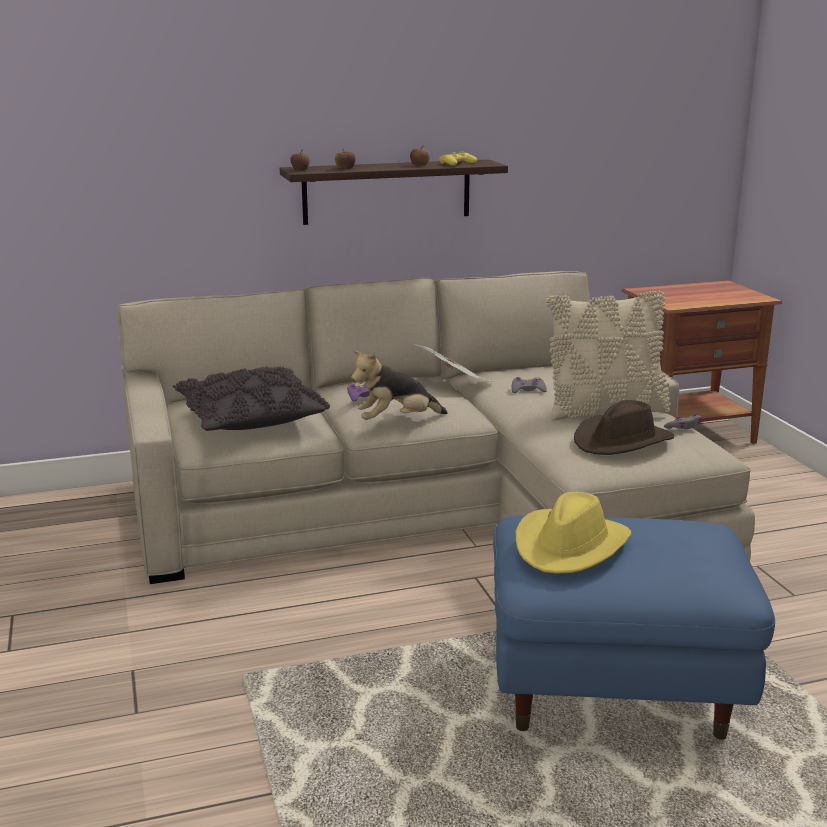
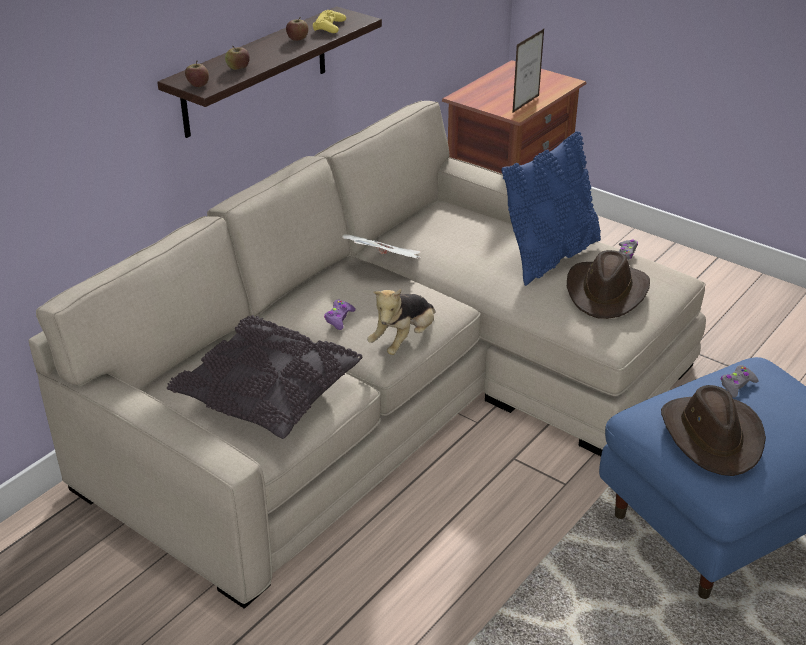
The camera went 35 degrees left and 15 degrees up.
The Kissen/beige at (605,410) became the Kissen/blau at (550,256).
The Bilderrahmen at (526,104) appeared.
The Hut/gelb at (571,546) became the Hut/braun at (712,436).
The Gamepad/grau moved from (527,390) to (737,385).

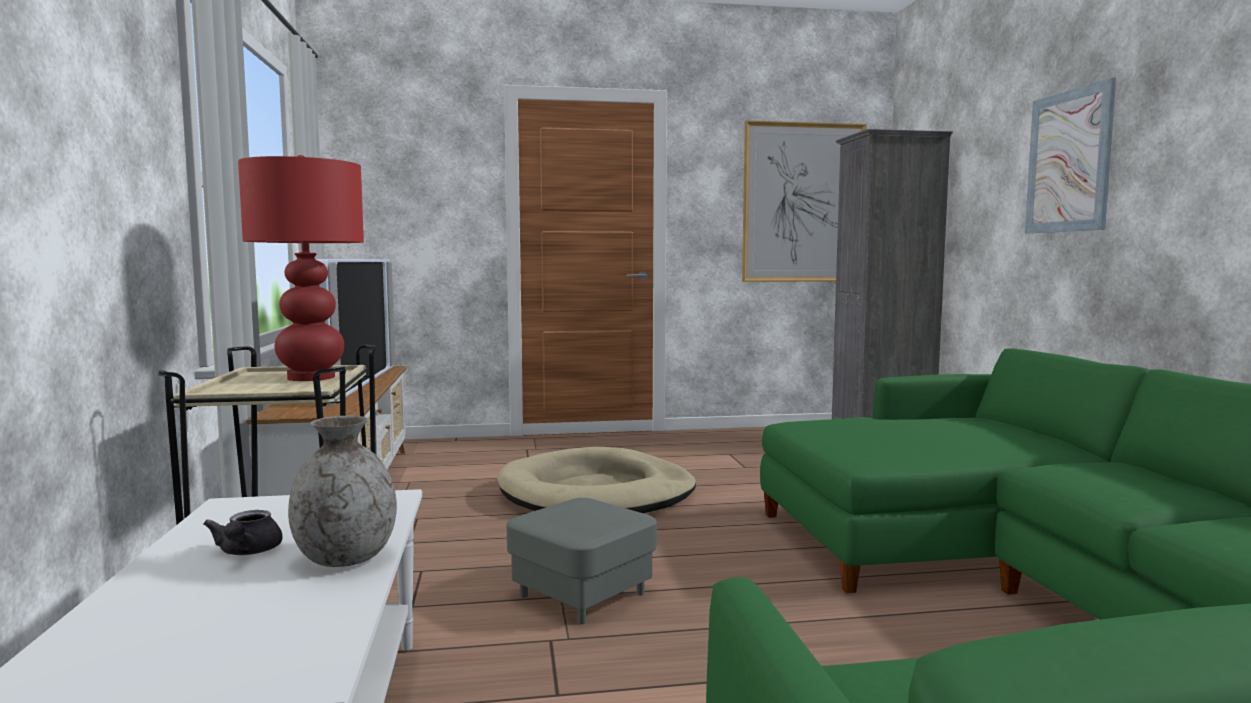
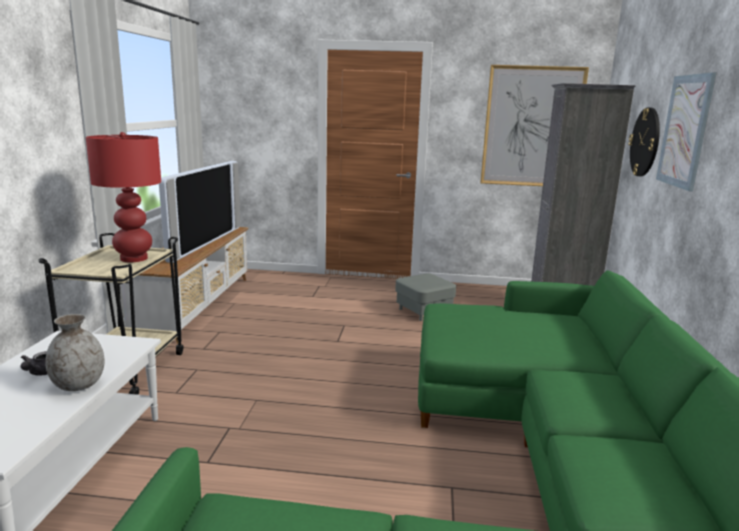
The camera went 15 degrees right and 10 degrees up.
The Polsterhocker/grau moved from (582,595) to (423,311).
The Wanduhr at (645,142) appeared.
The Hundebett/beige at (597,493) disappeared.

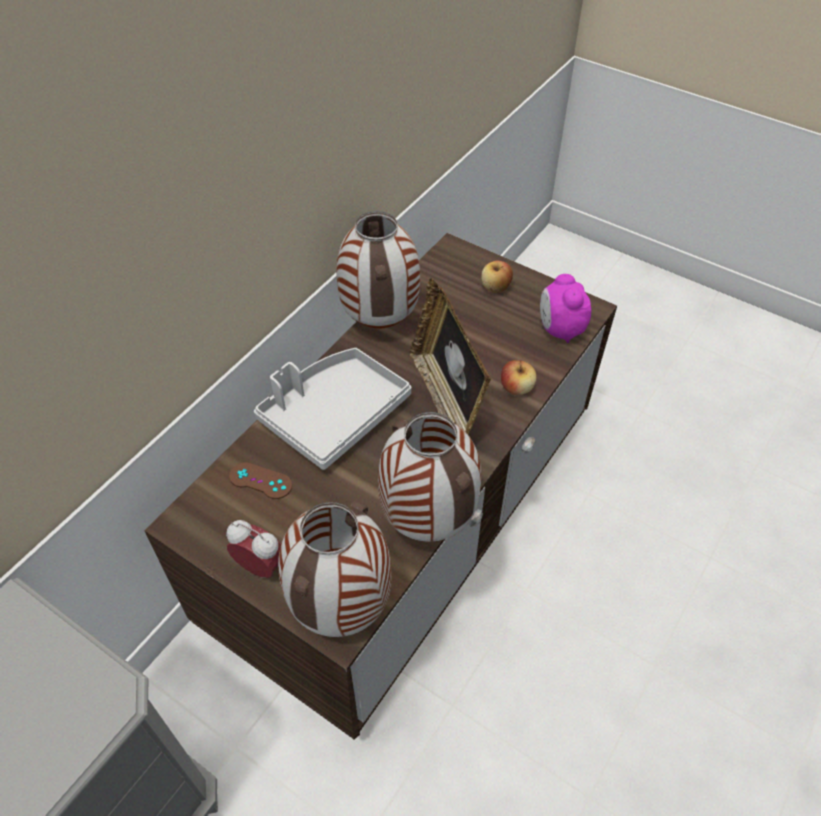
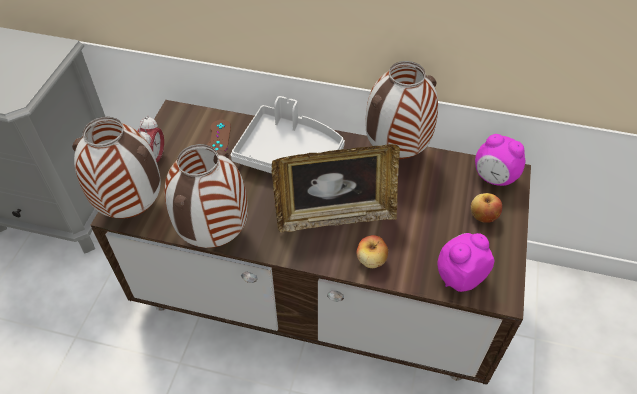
The camera went 70 degrees right and 0 degrees up.
The Bilderrahmen at (446,400) turned 150 degrees counterclockwise.
The Wecker at (494,178) appeared.

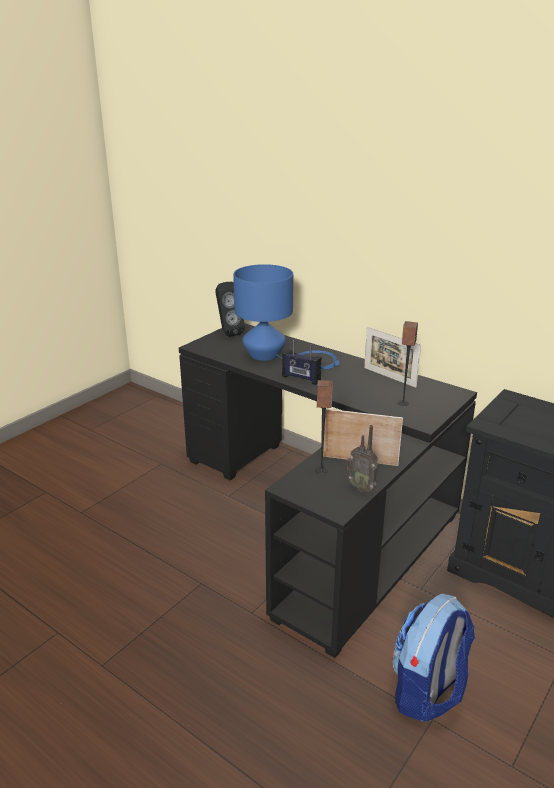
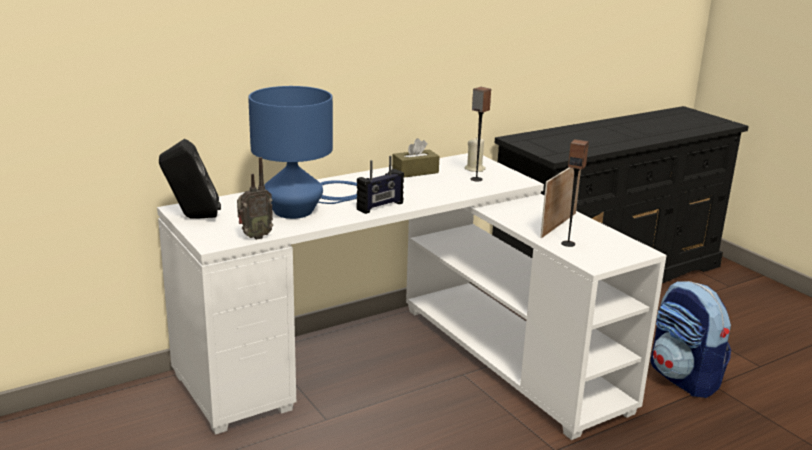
The camera went 70 degrees left and 5 degrees down.
The Schreibtisch/schwarz at (321,512) became the Schreibtisch/weiß at (408,362).
The Radio moved from (362,487) to (254,237).
The Bilderrahmen at (389,377) was replaced by the Taschentuchbox/braun at (415,172).
The Kerze/beige at (475,169) appeared.

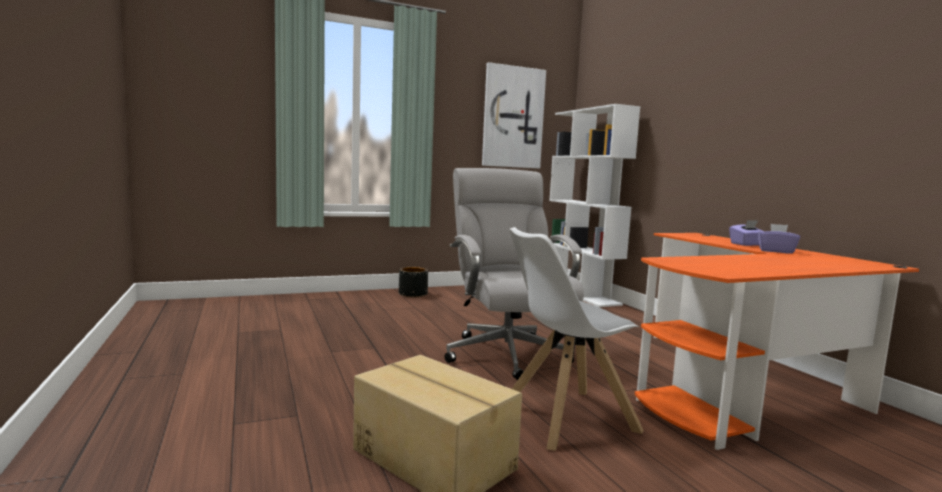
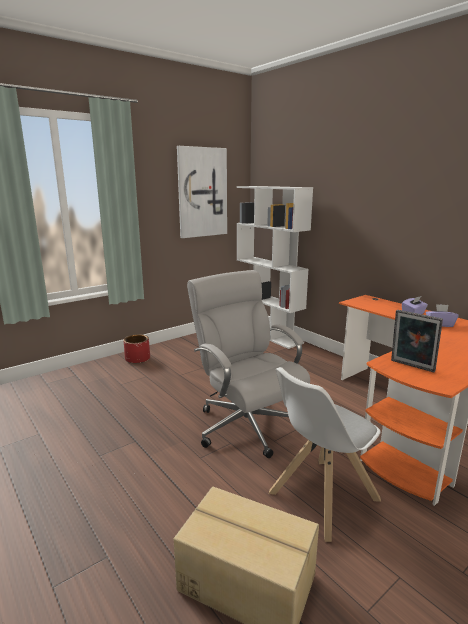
The camera went 15 degrees left and 10 degrees up.
The Pflanzkübel/schwarz at (413,294) became the Pflanzkübel/rot at (138,358).
The Bilderrahmen at (411,366) appeared.

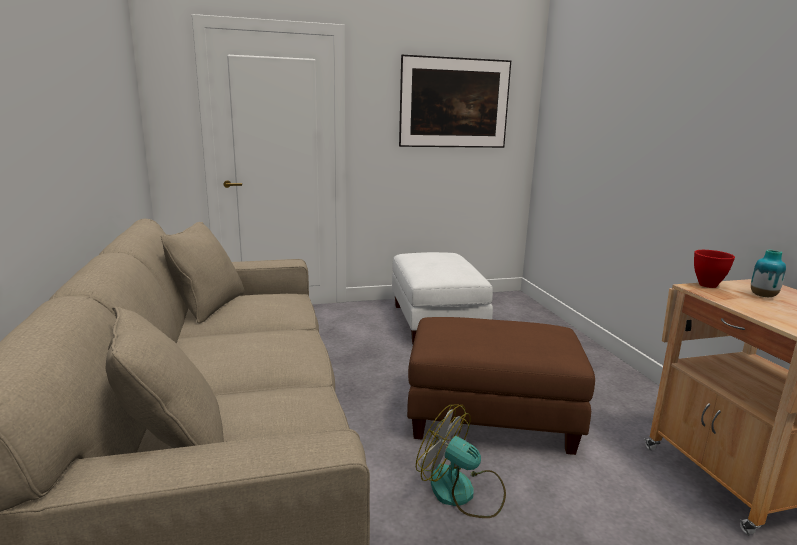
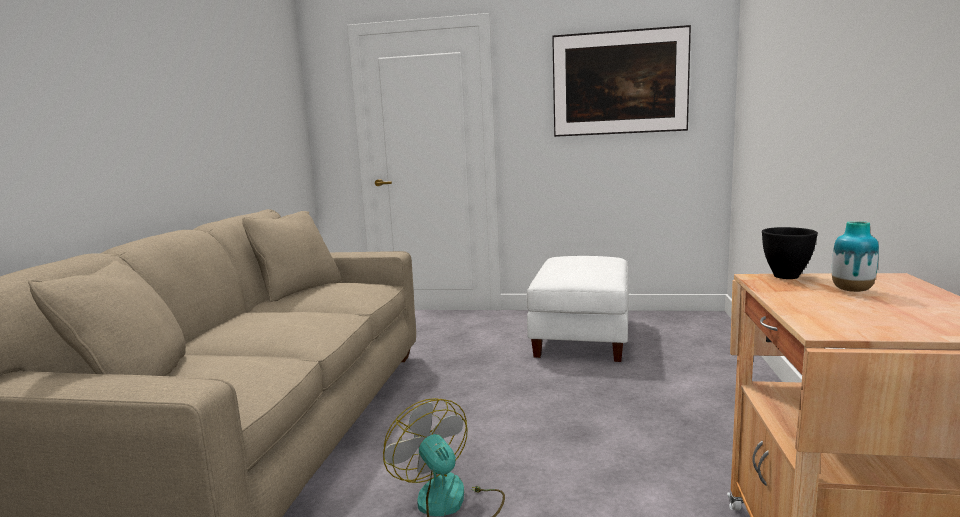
The camera went 25 degrees right and 5 degrees down.
The Schüssel/rot at (708,285) became the Schüssel/schwarz at (787,276).
The Polsterhocker/braun at (492,416) disappeared.

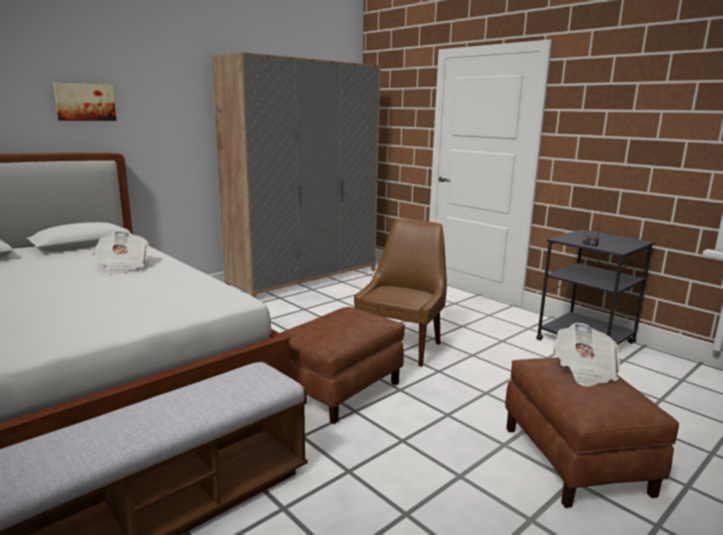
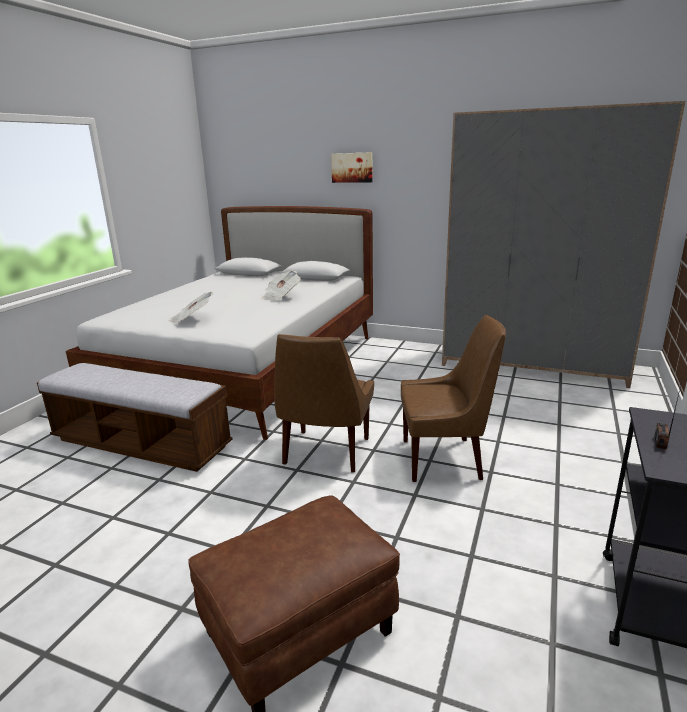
The camera went 65 degrees right and 5 degrees up.
The Zeitung moved from (584,371) to (192,320).
The Polsterhocker/braun at (340,390) was replaced by the Stuhl/braun at (325,453).

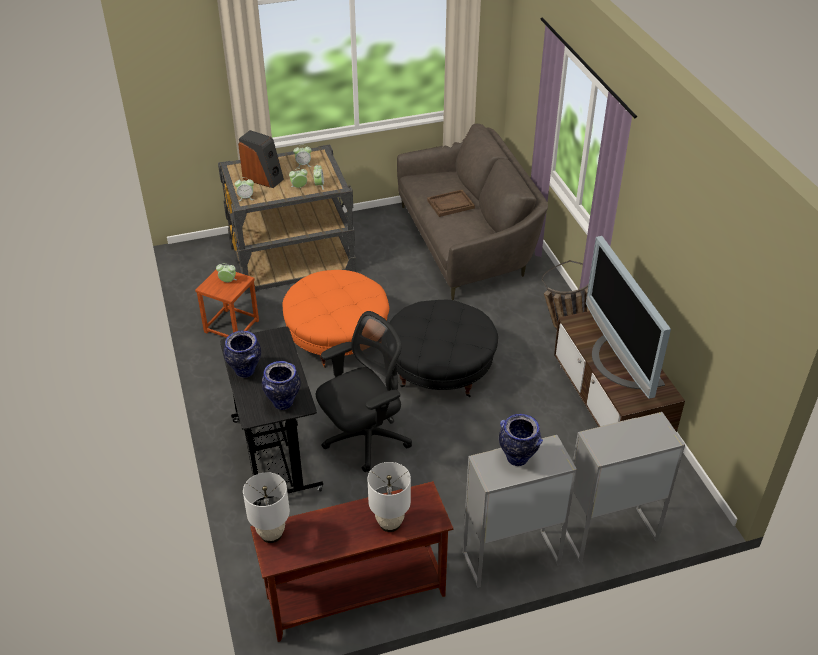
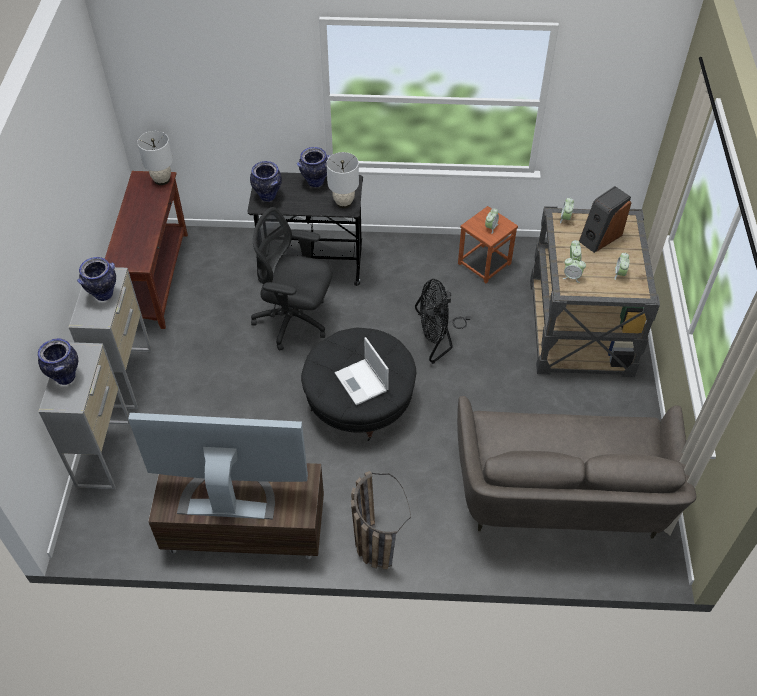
The camera went 110 degrees right and 10 degrees up.
The Vase at (65,377) appeared.
The Bürostuhl/schwarz at (363,441) turned 120 degrees clockwise.
The Tischlampe/weiß moved from (389,523) to (343,202).
The Laptop at (362,382) appeared.
The Polsterhocker/orange at (337,337) was replaced by the Ventilator/schwarz at (438,334).
The Tablett/braun at (450,204) disappeared.

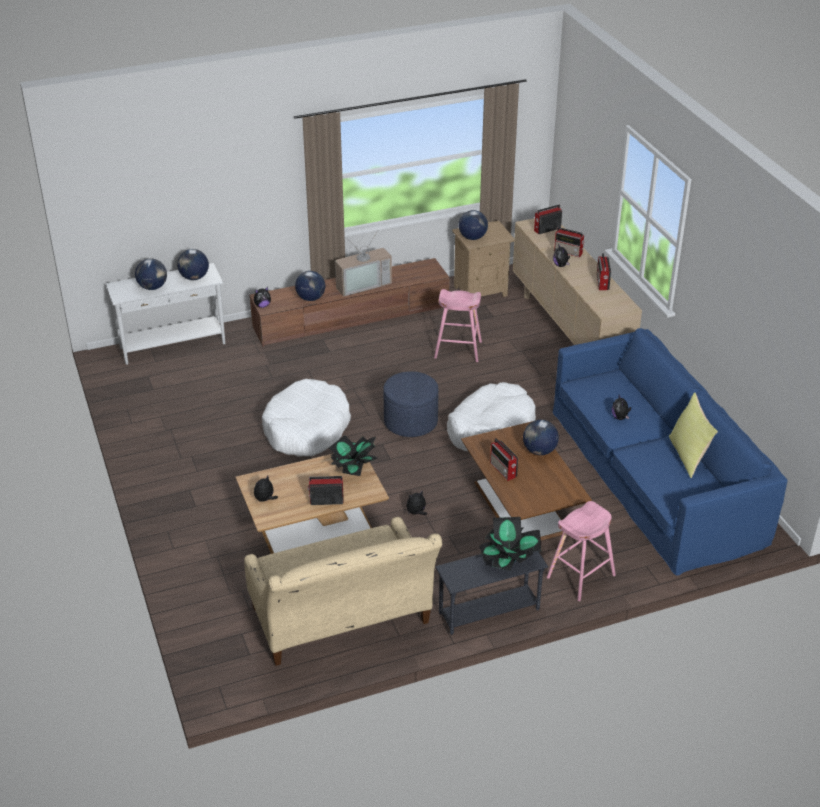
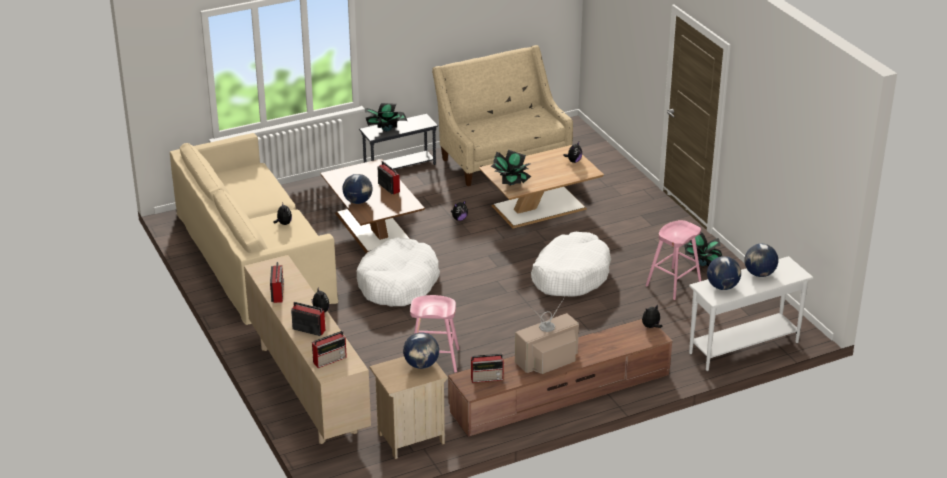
The camera went 175 degrees right and 5 degrees down.
The Sofa/blau at (655,475) became the Sofa/beige at (254,254).
The Radio moved from (325,500) to (487,378).
The Hocker/rosa moved from (581,576) to (673,284).
The Topfpflanze at (702,263) appeared.
The Globus at (311,298) disappeared.
The Polsterhocker/blau at (410,421) disappeared.
The Kissen/gelb at (688,456) disappeared.

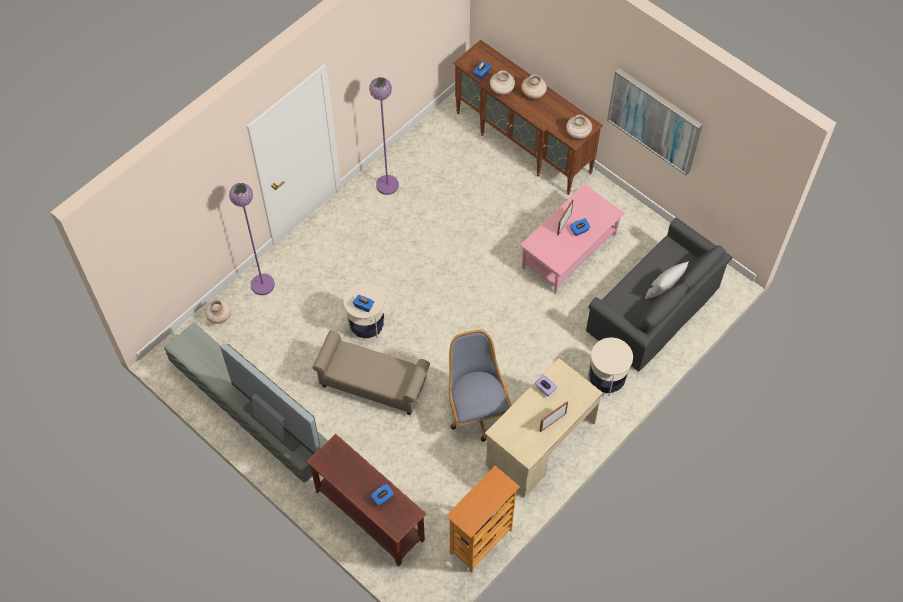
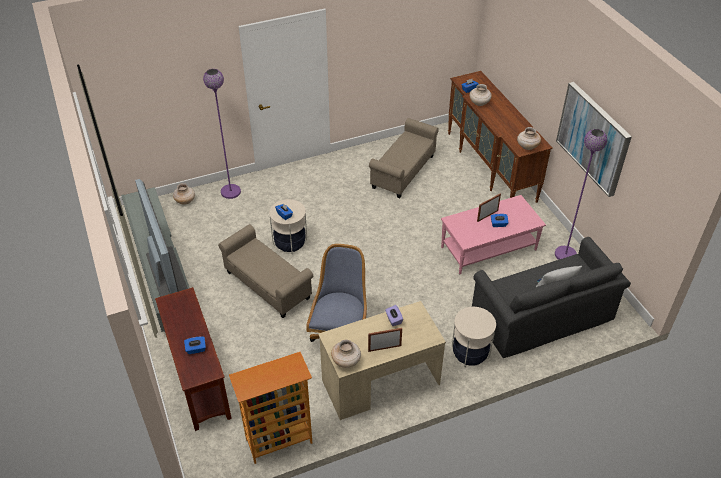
The camera went 25 degrees right and 15 degrees down.
The Vase/beige moved from (533,93) to (346,361).
The Polsterhocker/beige at (403,172) appeared.
The Stehlampe/lila moved from (387,185) to (565,255).

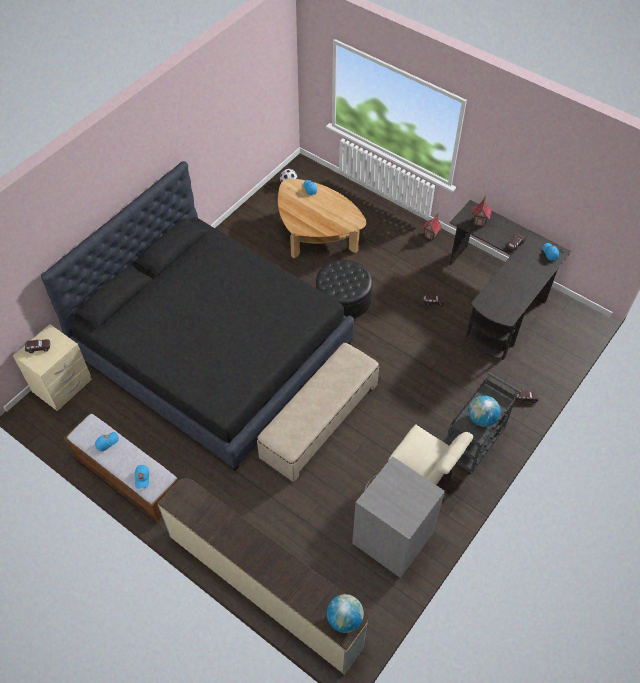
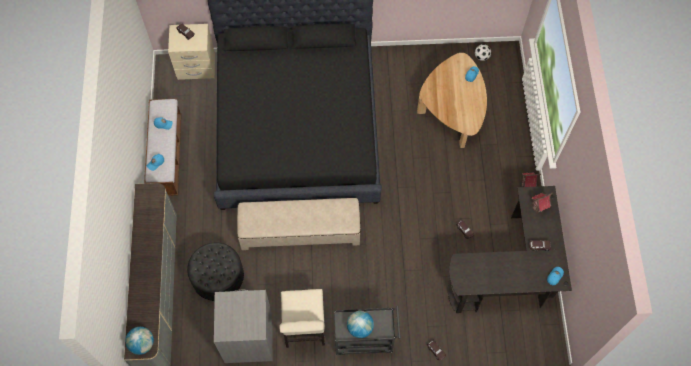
The camera went 50 degrees right and 10 degrees up.
The Polsterhocker/schwarz moved from (343,303) to (218,278).

